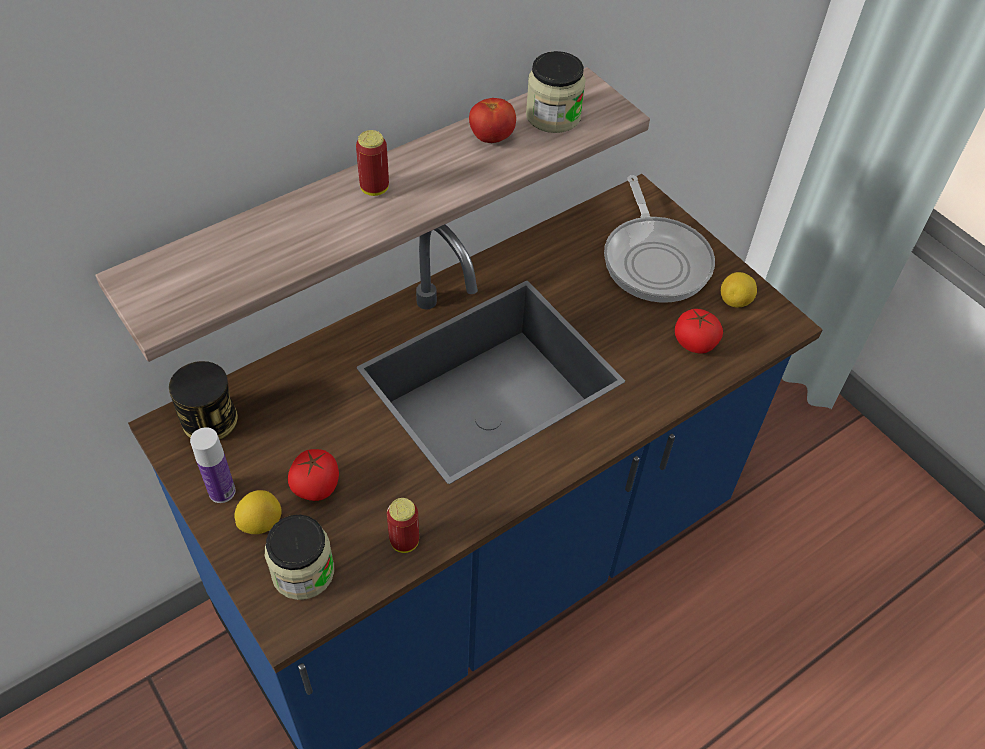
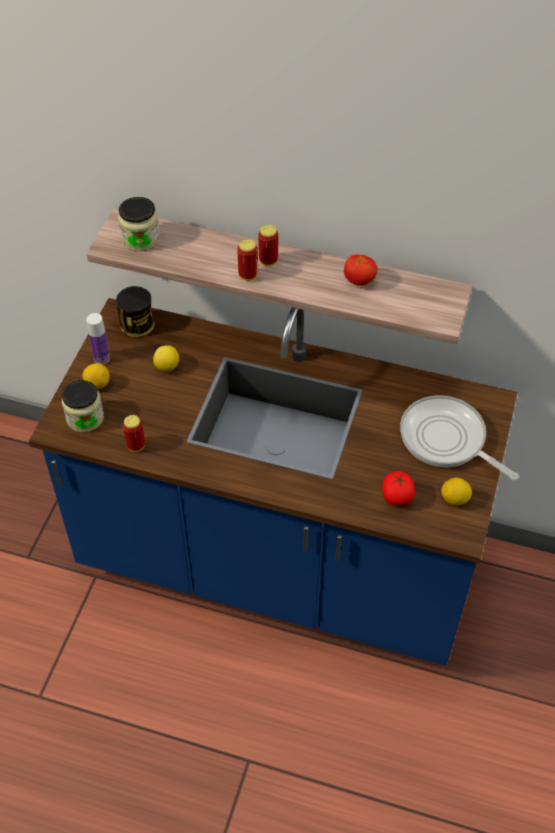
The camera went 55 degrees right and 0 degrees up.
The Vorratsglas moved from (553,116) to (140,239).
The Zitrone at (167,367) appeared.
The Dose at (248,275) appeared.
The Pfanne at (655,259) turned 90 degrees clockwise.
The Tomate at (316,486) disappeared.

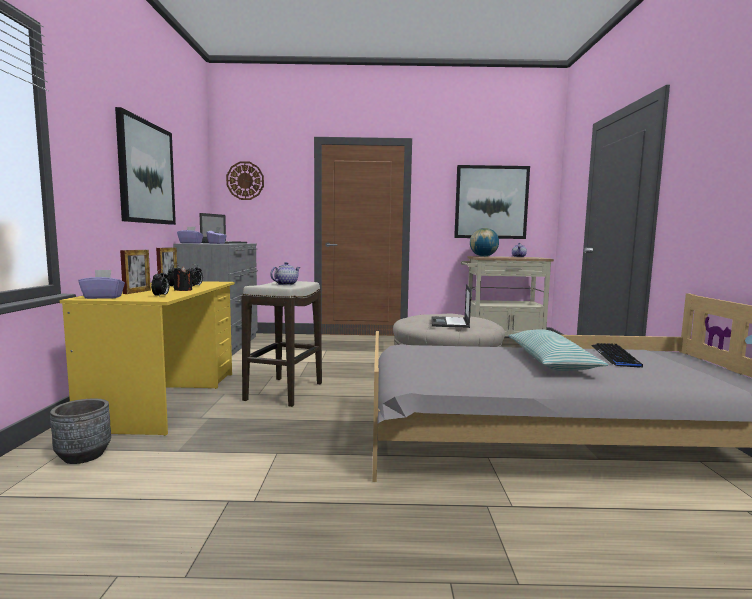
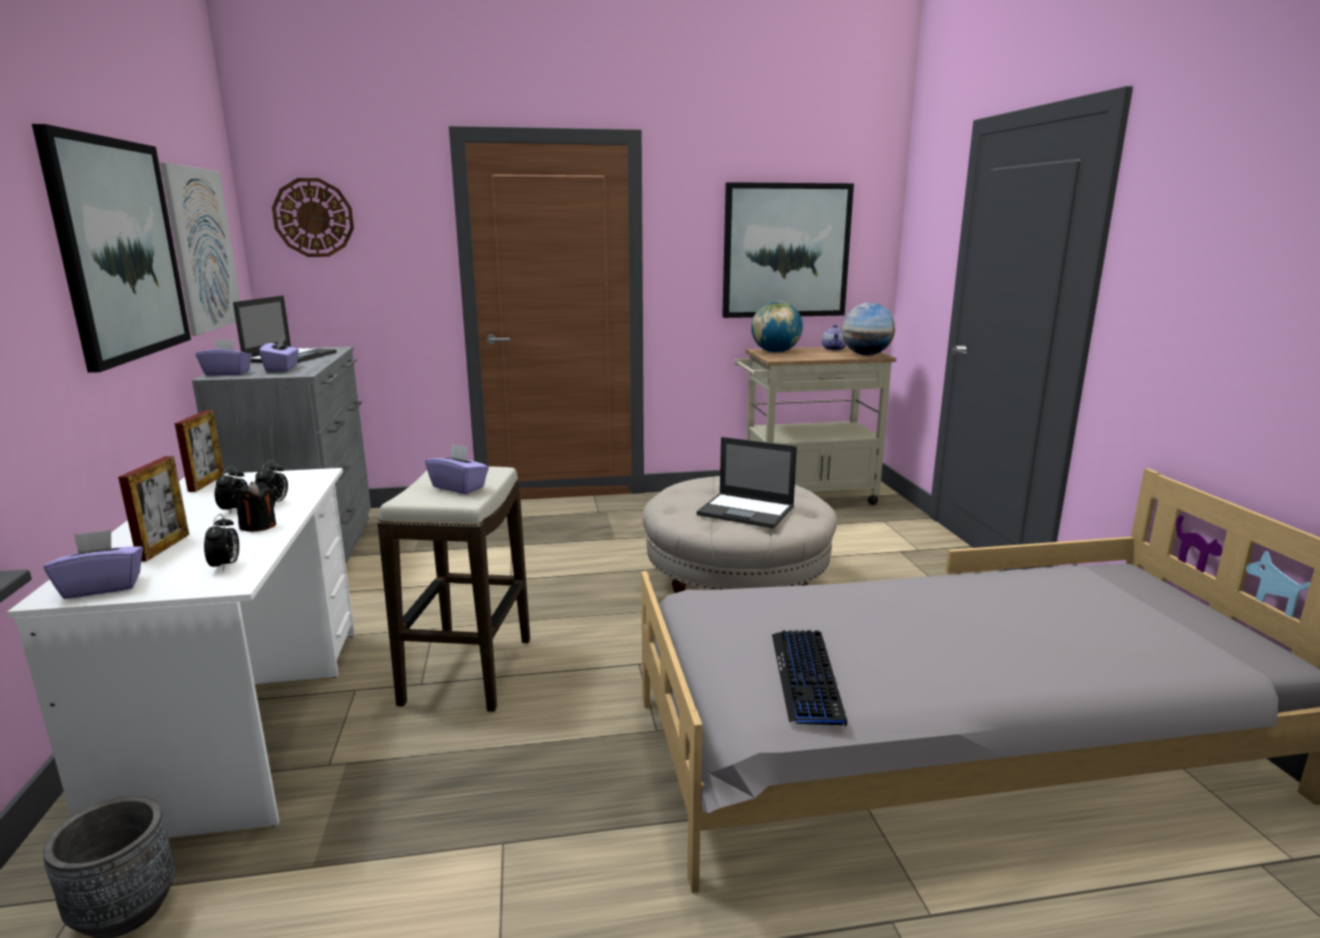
The camera went 10 degrees left and 10 degrees up.
The Schreibtisch/gelb at (167,399) became the Schreibtisch/weiß at (247,719).
The Bild at (203,249) appeared.
The Teekanne at (286,284) was replaced by the Taschentuchbox/lila at (459,487).
The Laptop at (450,323) turned 60 degrees counterclockwise.
The Tastatur moved from (615,356) to (807,677).
The Globus at (866,355) appeared.
The Kissen at (550,362) disappeared.

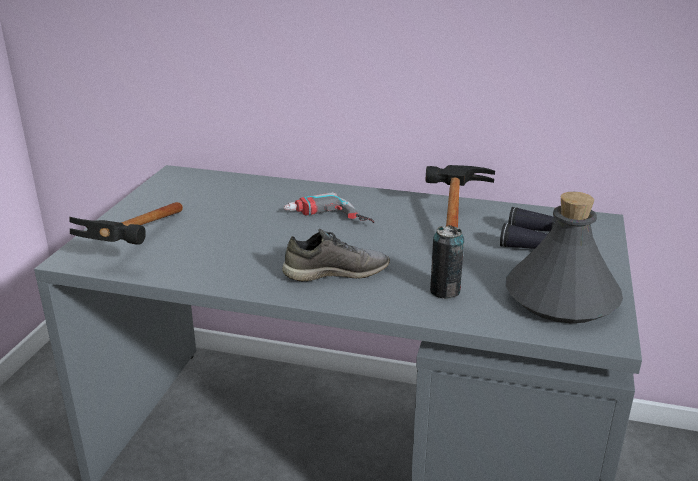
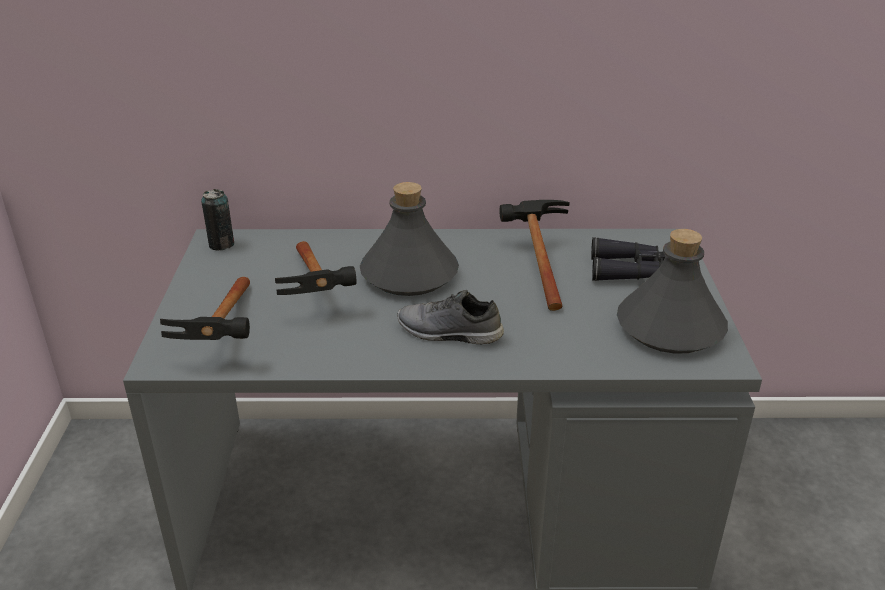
The camera went 15 degrees left and 5 degrees up.
The Dose moved from (445,291) to (221,244).
The Hammer at (317,294) appeared.
The Bohrmaschine at (327,220) was replaced by the Flasche/grau at (409,274).
The Schuh/grau at (336,272) turned 135 degrees counterclockwise.

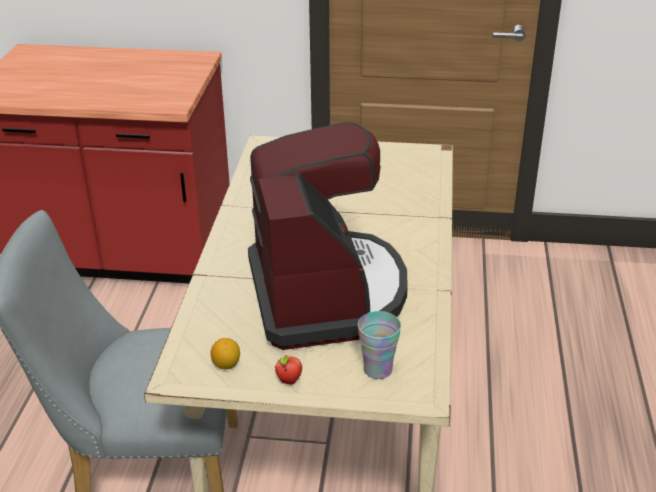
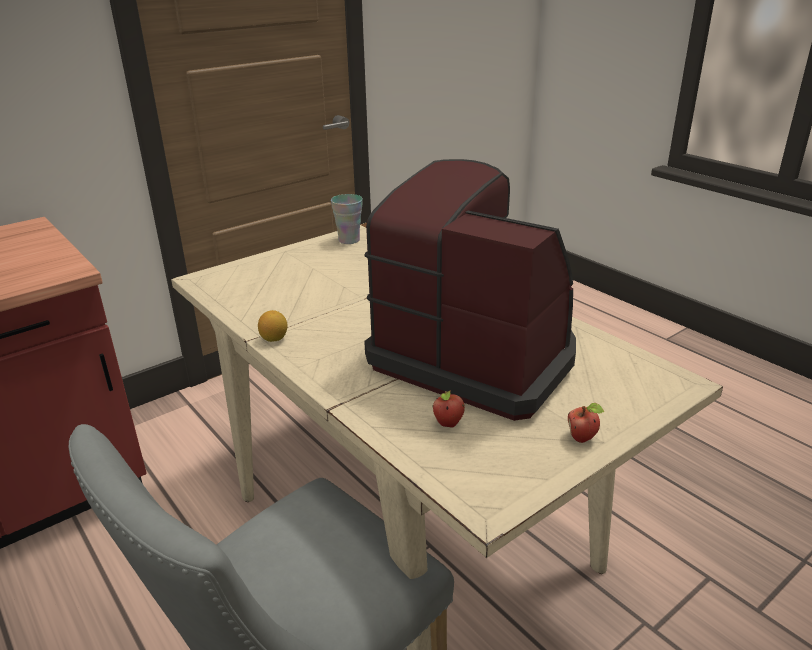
The camera went 45 degrees left and 5 degrees down.
The Zitrone moved from (226,365) to (274,339).
The Tasse moved from (378,369) to (349,240).
The Apfel at (448,424) appeared.

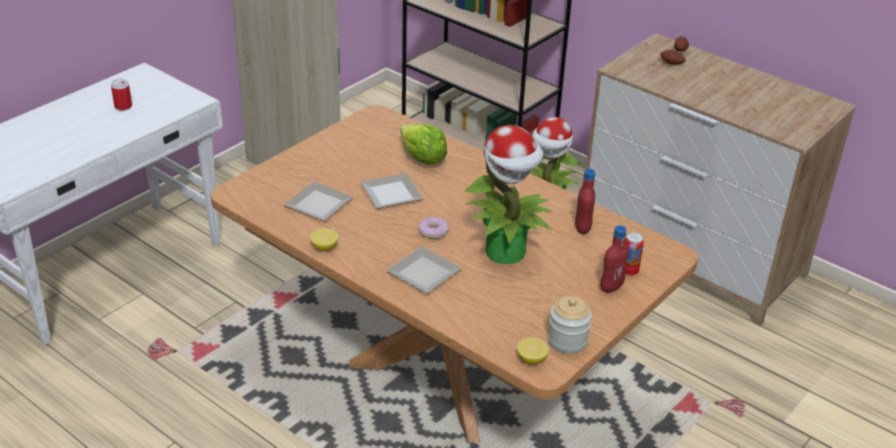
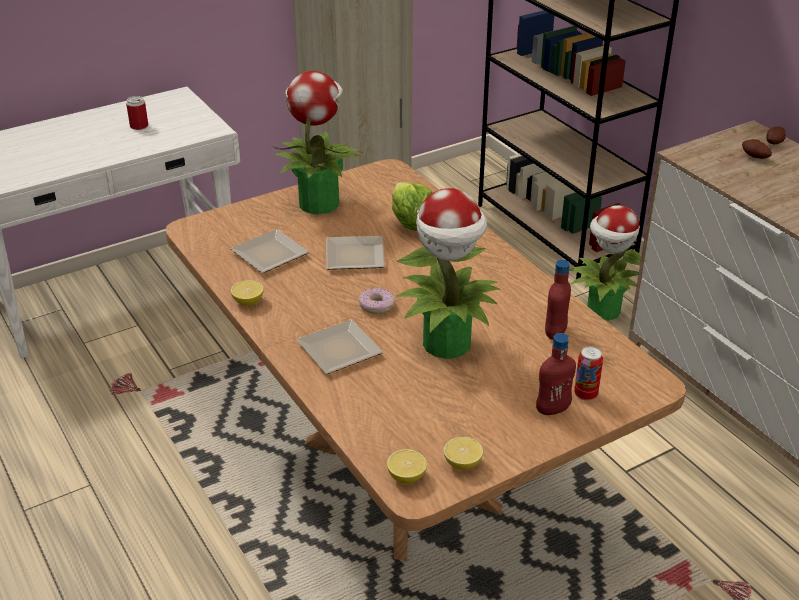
The camera went 20 degrees right and 0 degrees up.
The Topfpflanze at (318,202) appeared.
The Vorratsglas at (567,341) was replaced by the Zitrone at (462,463).

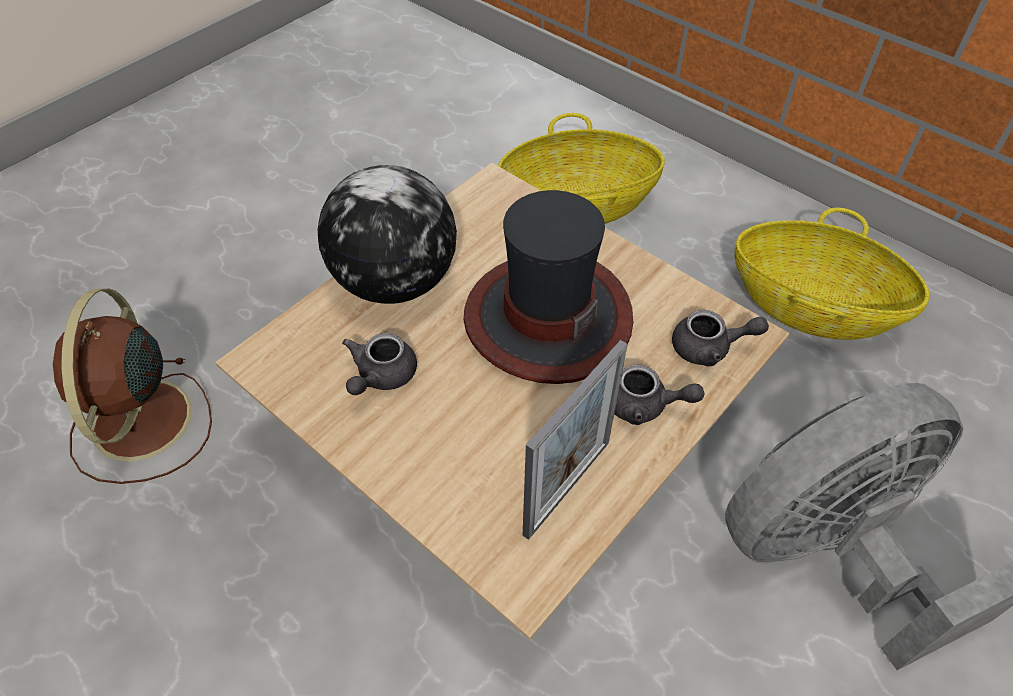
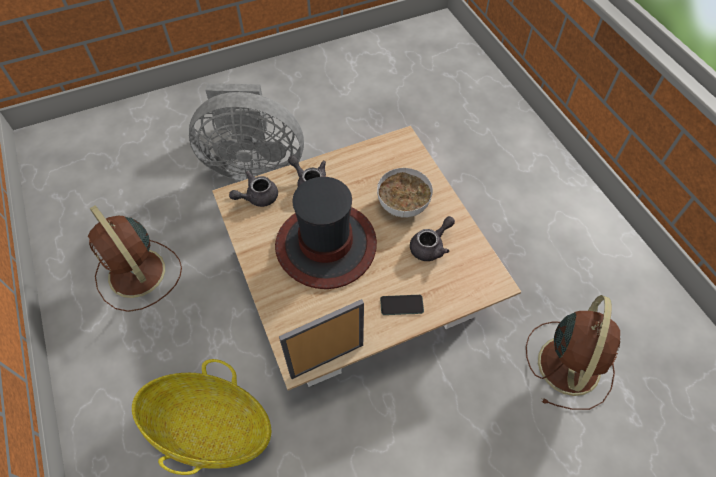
The camera went 155 degrees left and 5 degrees up.
The Korb at (812,306) was replaced by the Ventilator/braun at (138,275).
The Teekanne/grau at (709,348) turned 60 degrees counterclockwise.
The Bilderrahmen moved from (567,487) to (327,360).
The Schüssel at (403,204) appeared.
The Globus at (394,282) was replaced by the Handy at (401,305).

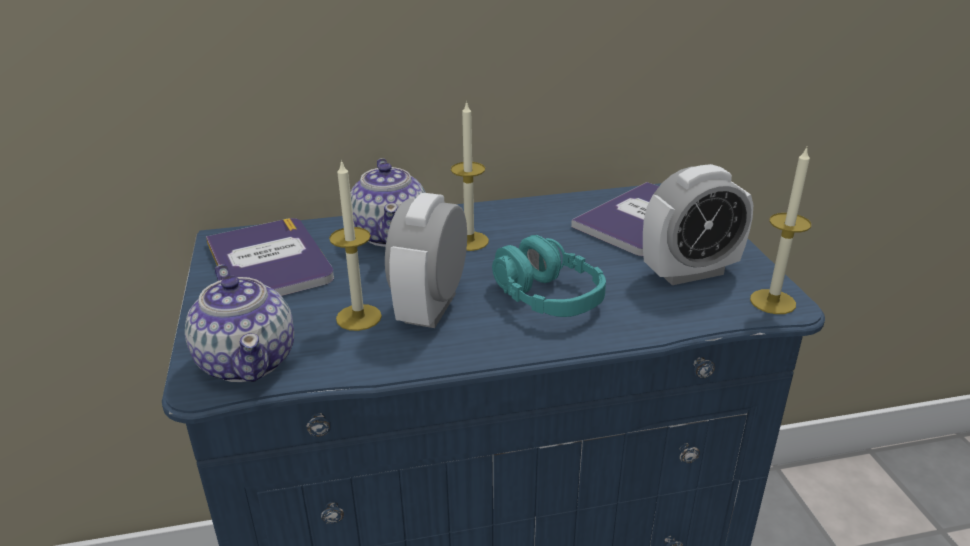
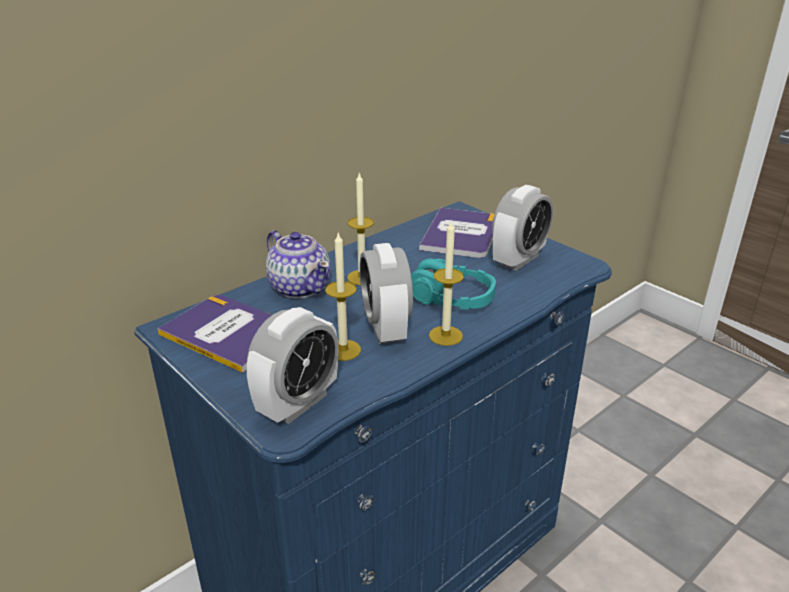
The camera went 30 degrees left and 0 degrees up.
The Teekanne at (248,360) was replaced by the Wecker at (297,403).
The Kerze moved from (772,302) to (445,335).

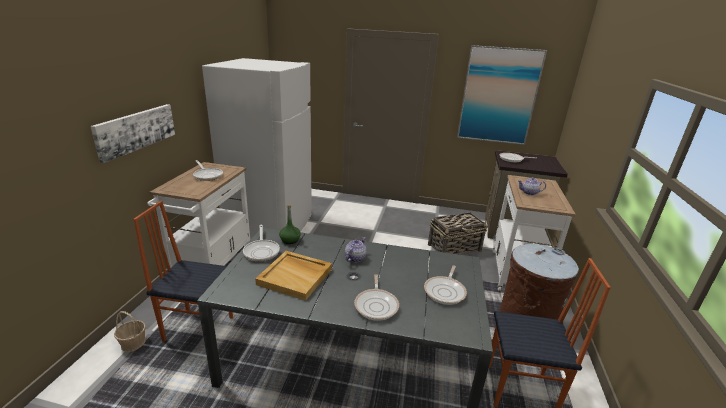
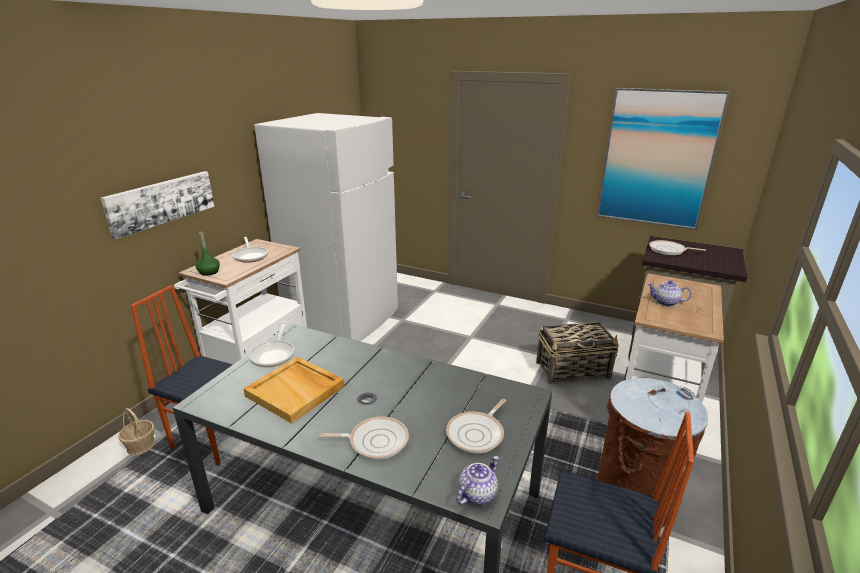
The camera went 15 degrees right and 0 degrees up.
The Flasche/grün moved from (290,240) to (209,272).
The Pfanne at (376,305) turned 105 degrees counterclockwise.
The Teekanne moved from (355,258) to (477,494).

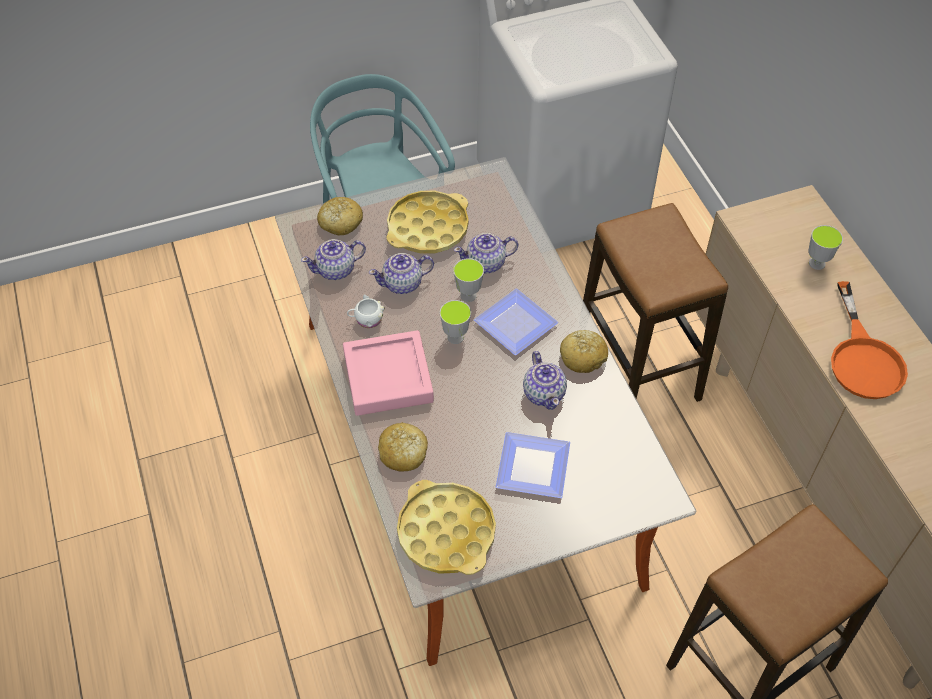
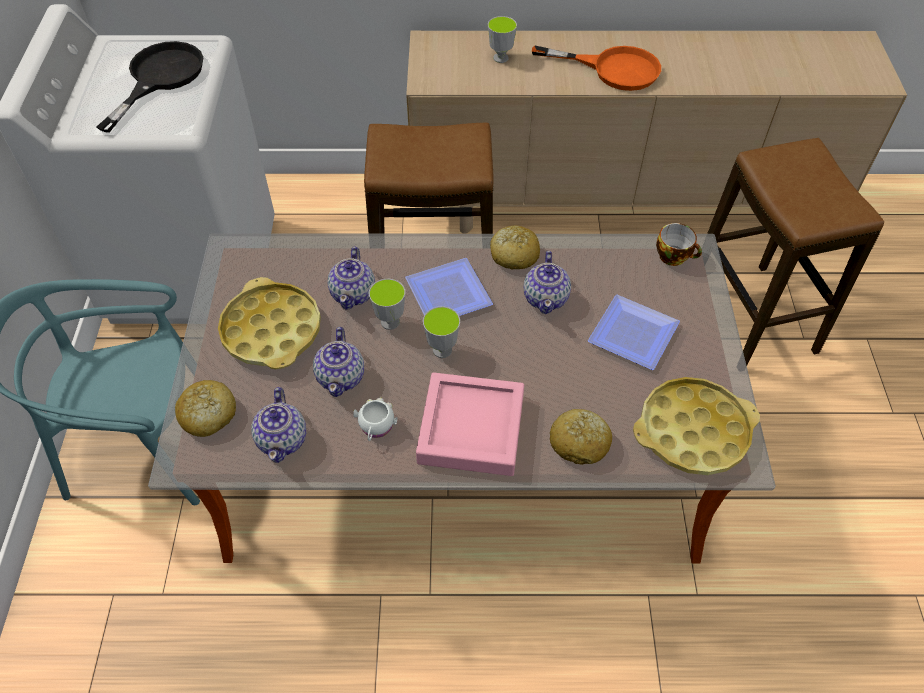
The camera went 70 degrees left and 0 degrees up.
The Pfanne/schwarz at (159,78) appeared.
The Teekanne at (544,393) turned 90 degrees clockwise.
The Tasse at (674,256) appeared.

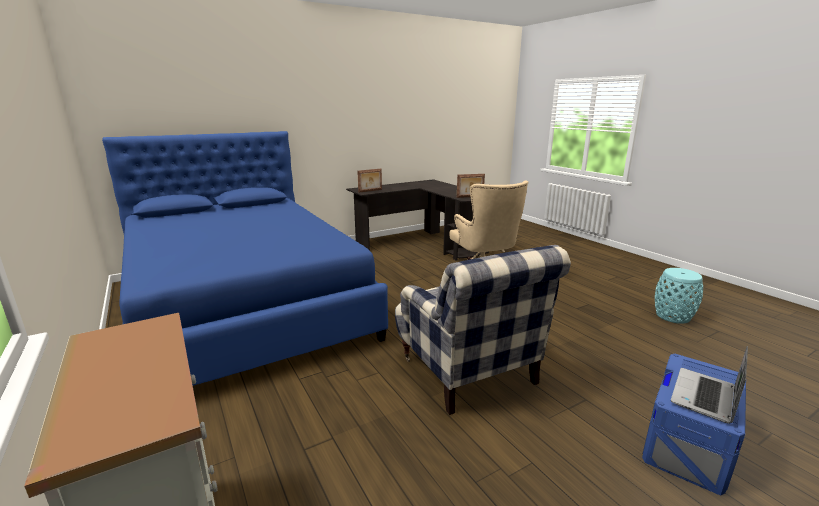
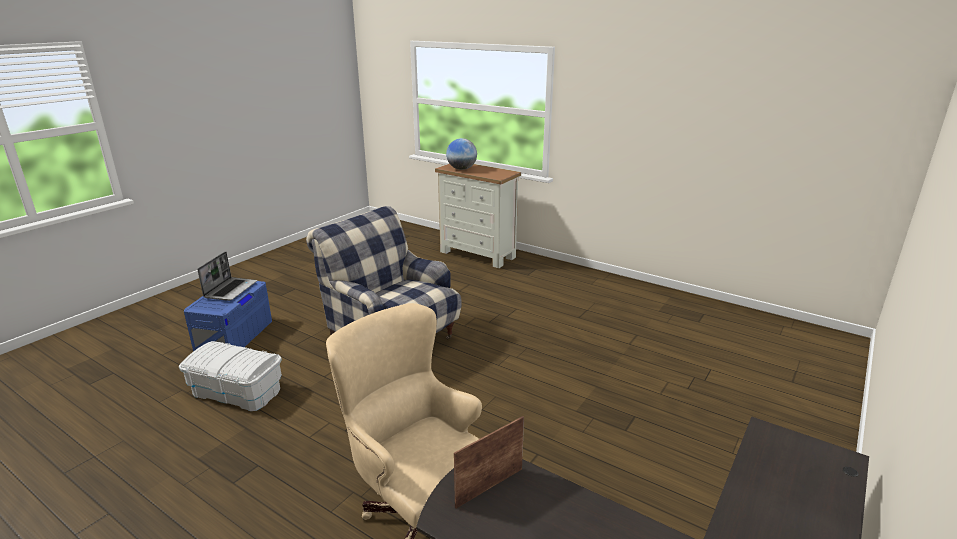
The camera went 155 degrees right and 5 degrees up.
The Aufbewahrungsbox/weiß at (236,392) appeared.
The Globus at (461,169) appeared.
The Bett/blau at (244,305) disappeared.
The Bilderrahmen at (370,191) disappeared.
The Hocker/türkis at (672,316) disappeared.

